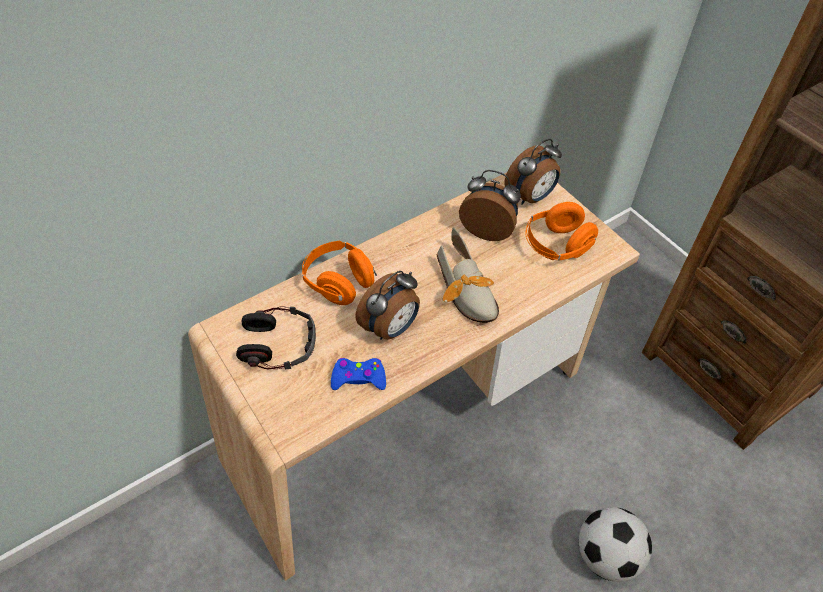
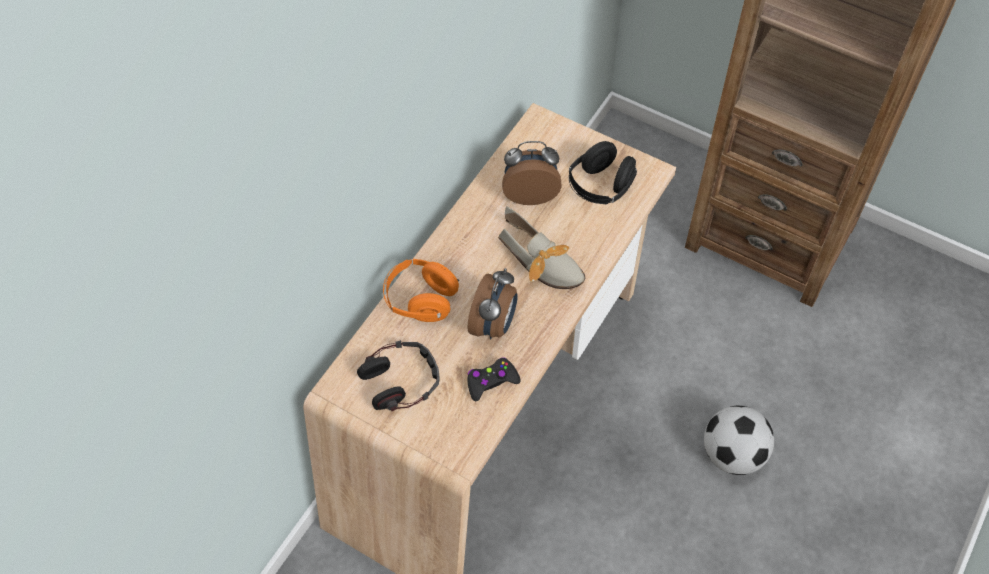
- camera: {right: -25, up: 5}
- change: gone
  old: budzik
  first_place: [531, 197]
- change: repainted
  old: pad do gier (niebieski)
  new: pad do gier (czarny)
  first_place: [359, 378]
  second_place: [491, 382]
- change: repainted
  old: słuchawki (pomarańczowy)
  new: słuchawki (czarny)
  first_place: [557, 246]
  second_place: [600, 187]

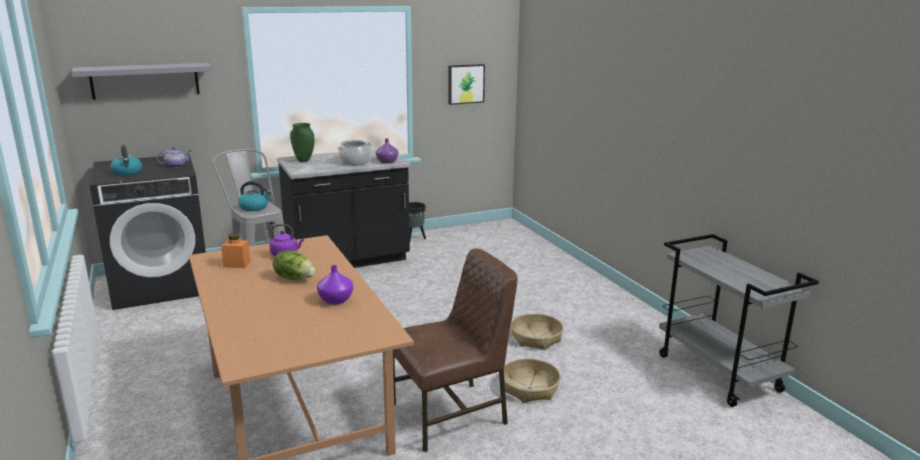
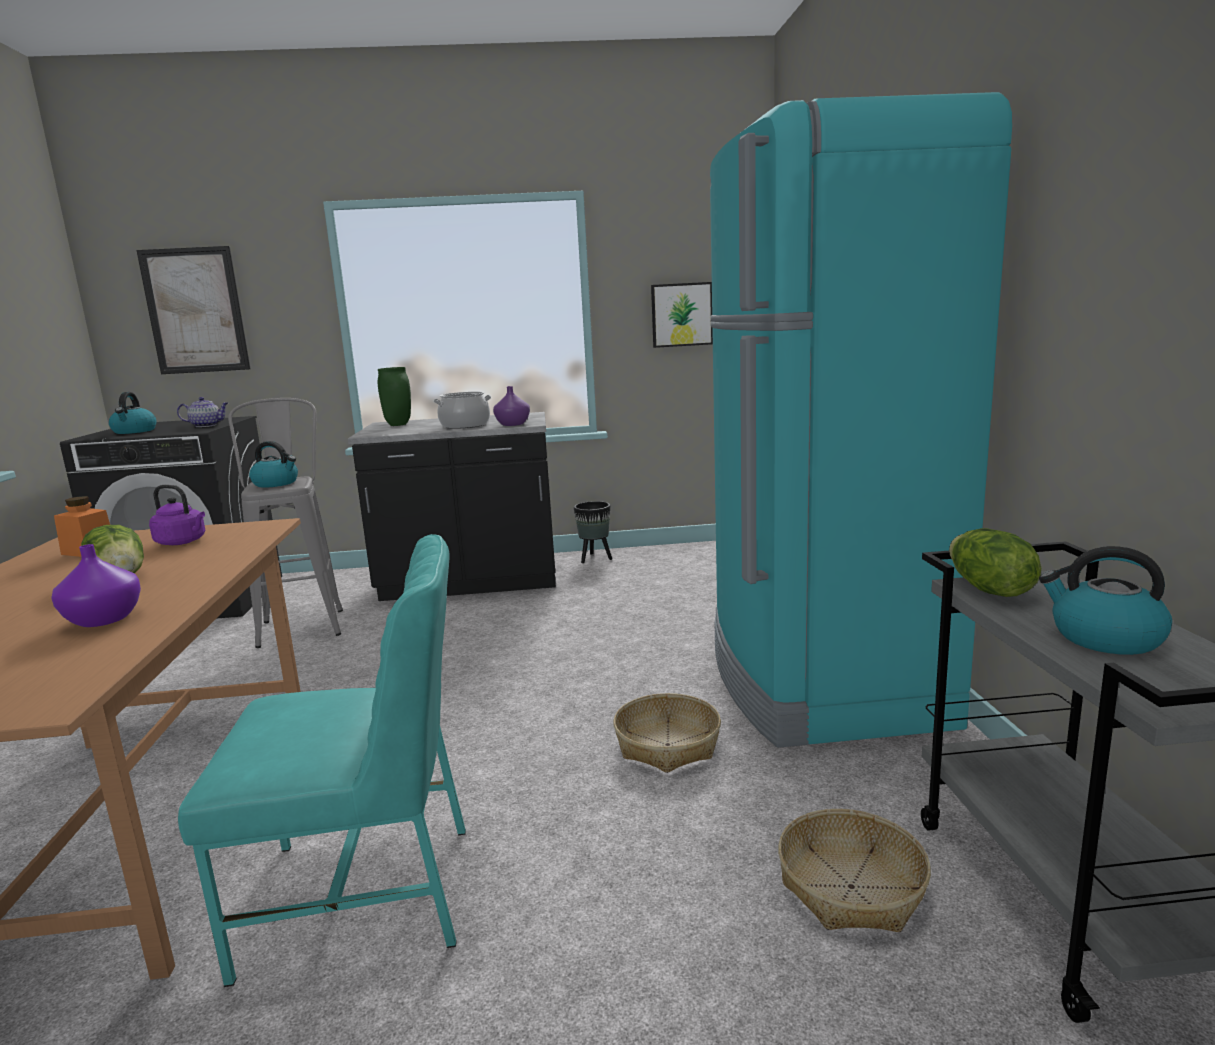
- camera: {right: 20, up: -5}
- change: new
  new: lodówka (turkusowy)
  second_place: [820, 682]
- change: new
  new: sałata
  second_place: [988, 589]
- change: new
  new: czajnik
  second_place: [1104, 638]
- change: shifted
  old: koszyk
  first_place: [530, 388]
  second_place: [852, 887]
- change: swapped
  old: półka (szary)
  new: obraz
  first_place: [145, 80]
  second_place: [195, 311]
- change: repainted
  old: krzesło (brązowy)
  new: krzesło (turkusowy)
  first_place: [451, 414]
  second_place: [365, 895]

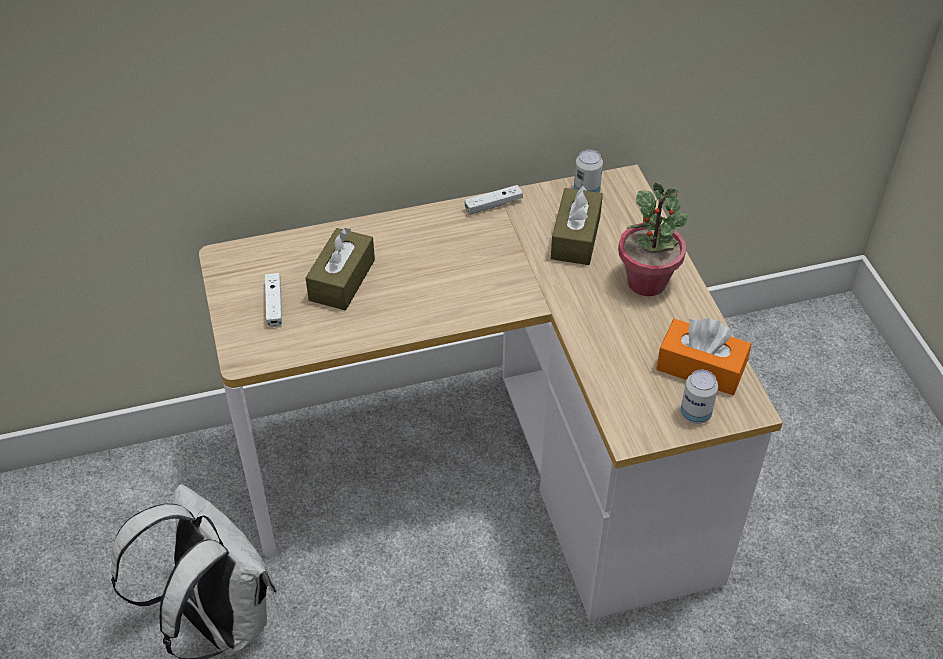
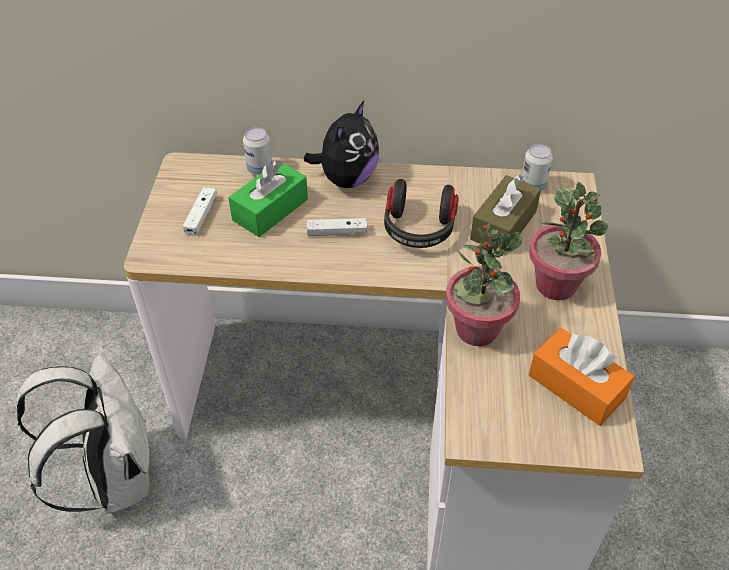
- camera: {right: 20, up: 0}
- change: new
  new: pluszak
  second_place: [346, 179]
- change: new
  new: słuchawki
  second_place: [418, 229]
- change: new
  new: roślina doniczkowa
  second_place: [476, 329]
- change: shifted
  old: pad do gier (biały)
  first_place: [493, 205]
  second_place: [337, 232]
- change: shifted
  old: puszka
  first_place: [695, 414]
  second_place: [259, 169]
- change: repainted
  old: pudełko chusteczek (brązowy)
  new: pudełko chusteczek (zielony)
  first_place: [342, 280]
  second_place: [270, 210]

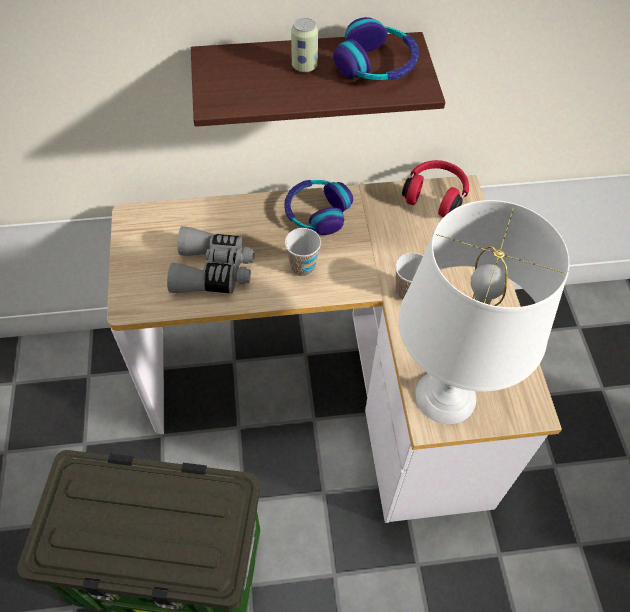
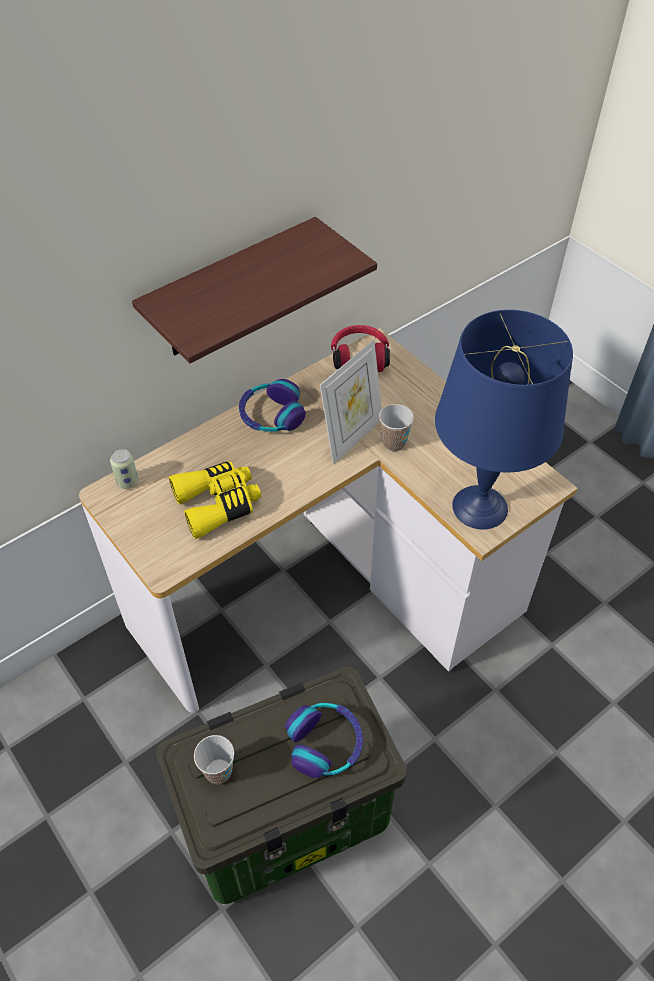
- camera: {right: -30, up: -5}
- change: new
  new: ramka na zdjęcie
  second_place: [352, 437]
- change: shifted
  old: filiżanka
  first_place: [302, 267]
  second_place: [218, 771]
- change: shifted
  old: puszka
  first_place: [304, 66]
  second_place: [127, 482]
- change: shifted
  old: słuchawki
  first_place: [376, 64]
  second_place: [325, 744]
- change: repainted
  old: lornetka (szary)
  new: lornetka (żółty)
  first_place: [214, 271]
  second_place: [218, 503]
- change: repainted
  old: lampa stołowa (biały)
  new: lampa stołowa (niebieski)
  first_place: [444, 395]
  second_place: [479, 507]

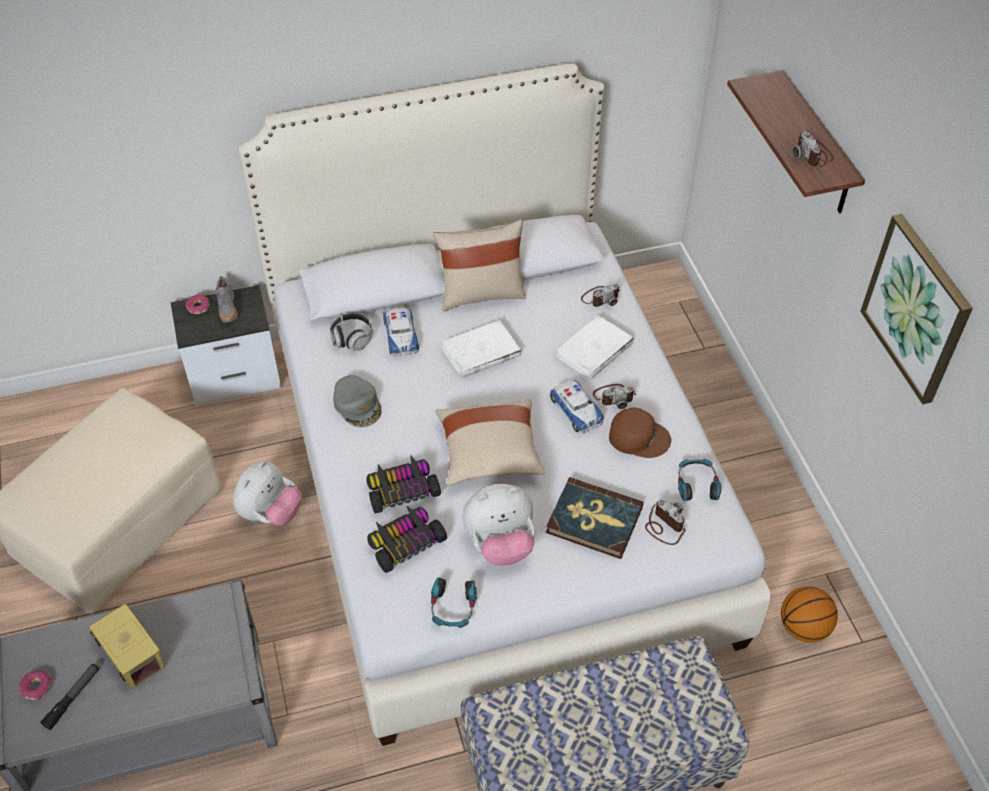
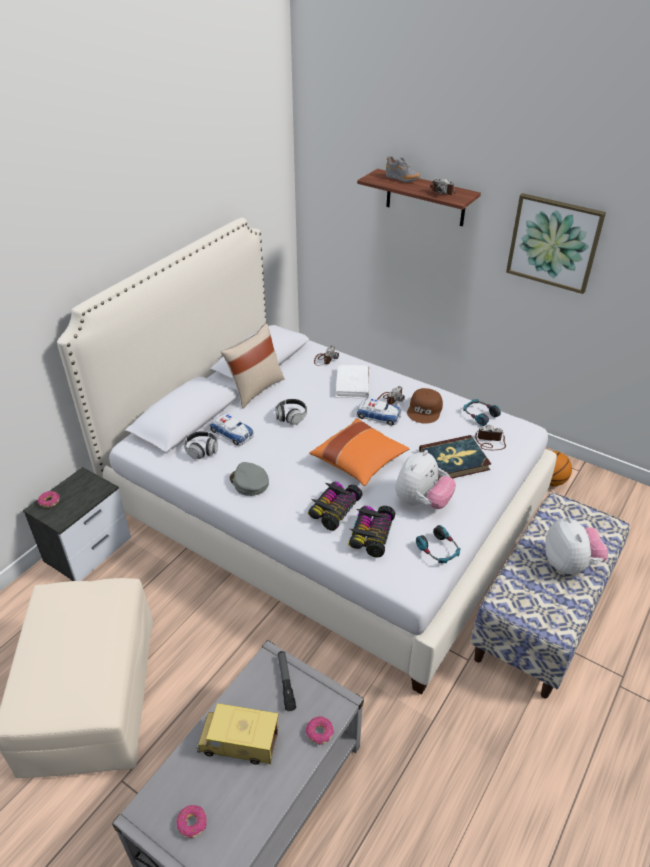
- camera: {right: -40, up: -10}
- change: new
  new: donut
  second_place: [319, 733]
- change: shifted
  old: latarka
  first_place: [72, 698]
  second_place: [286, 682]
- change: shifted
  old: but (szary)
  first_place: [228, 310]
  second_place: [402, 179]
- change: shifted
  old: pluszak
  first_place: [270, 513]
  second_place: [569, 564]
- change: swapped
  old: książka (biały)
  new: słuchawki
  first_place: [480, 352]
  second_place: [291, 417]
- change: repainted
  old: poduszka (beżowy)
  new: poduszka (pomarańczowy)
  first_place: [489, 453]
  second_place: [359, 462]
- change: rotated
  old: czapka z daszkiem (szary)
  first_place: [358, 405]
  second_place: [249, 482]
  degrees: -150
- change: rotated
  old: czapka z daszkiem (brązowy)
  first_place: [638, 437]
  second_place: [425, 410]
  degrees: 135

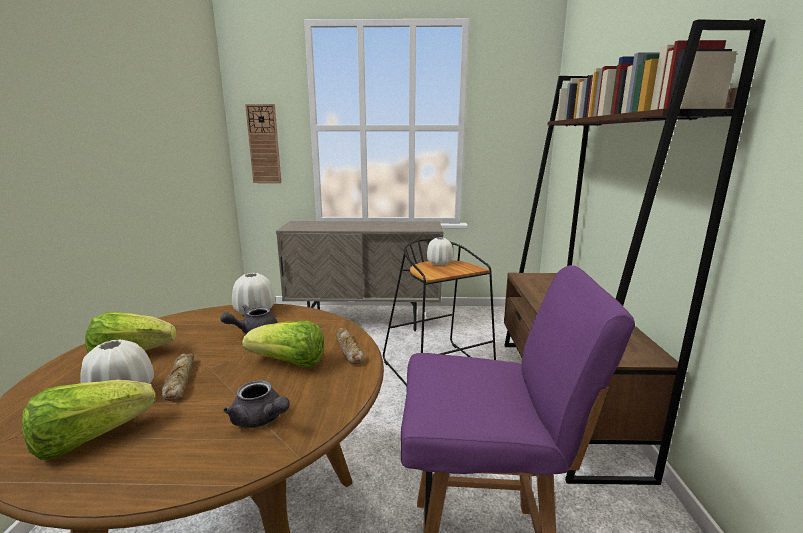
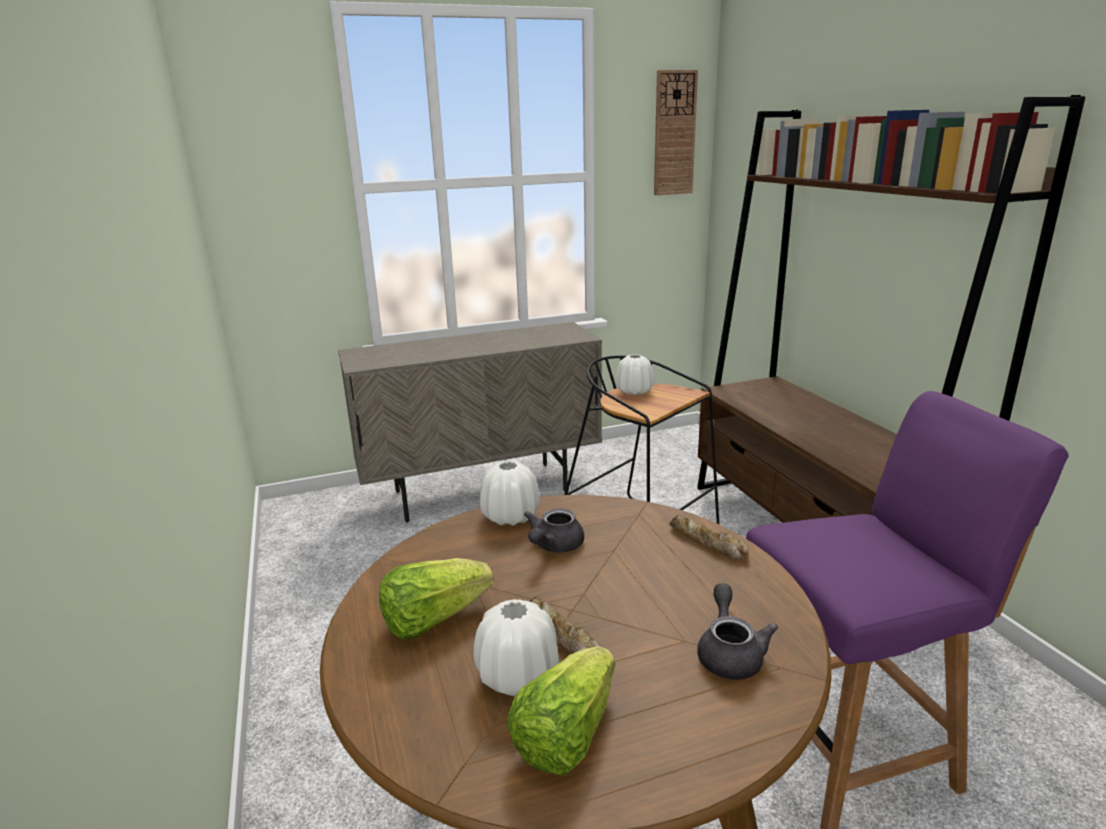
- camera: {right: -20, up: 5}
- change: gone
  old: sałata
  first_place: [289, 363]
- change: shifted
  old: zegar ścienny
  first_place: [264, 144]
  second_place: [674, 134]
- change: rotated
  old: imbryk (szary)
  first_place: [261, 420]
  second_place: [729, 653]
  degrees: -105

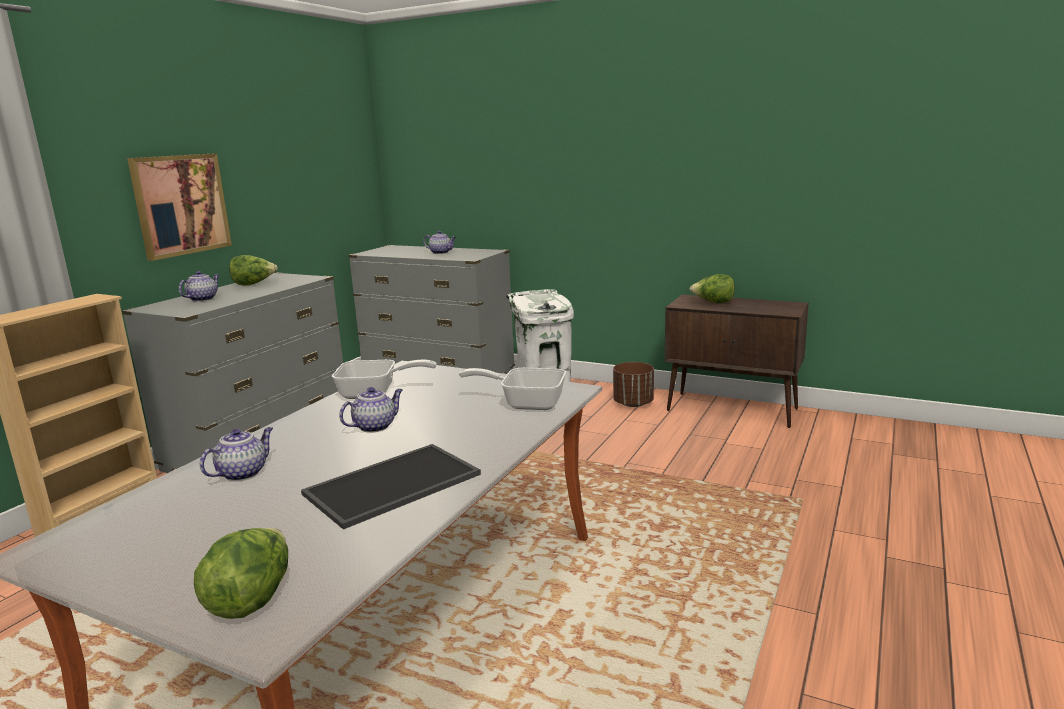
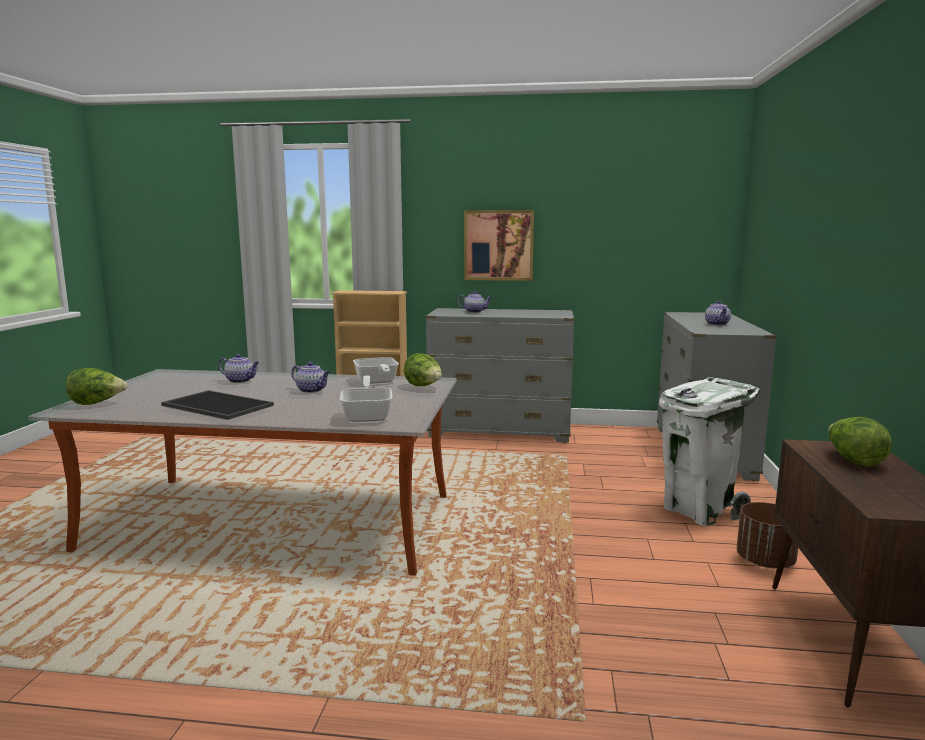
- camera: {right: 70, up: -5}
- change: shifted
  old: sałata
  first_place: [253, 284]
  second_place: [424, 387]

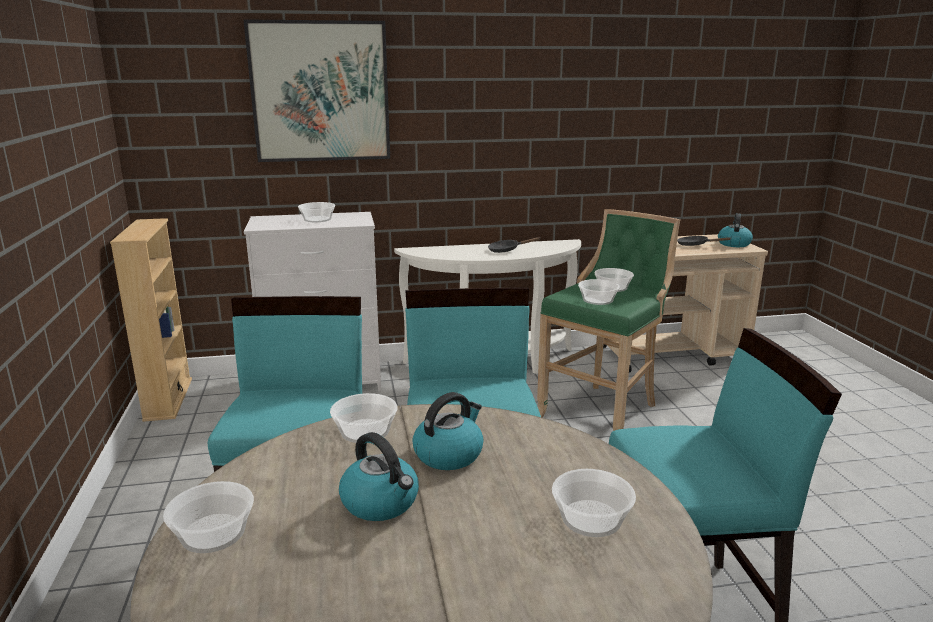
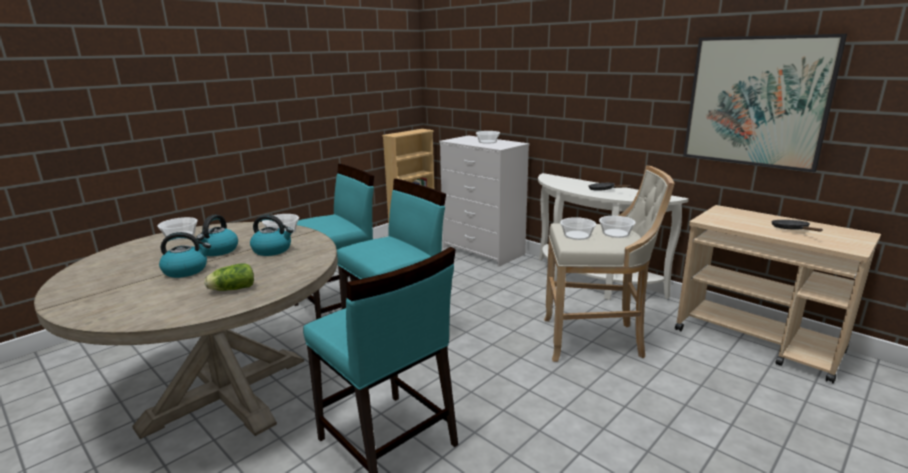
- camera: {right: 55, up: 0}
- change: shifted
  old: obraz
  first_place: [320, 92]
  second_place: [756, 101]
- change: shifted
  old: czajnik
  first_place: [733, 244]
  second_place: [186, 270]
- change: swapped
  old: miska
  new: sałata
  first_place: [592, 517]
  second_place: [231, 289]
- change: repainted
  old: stołek (zielony)
  new: stołek (beżowy)
  first_place: [603, 412]
  second_place: [595, 340]

